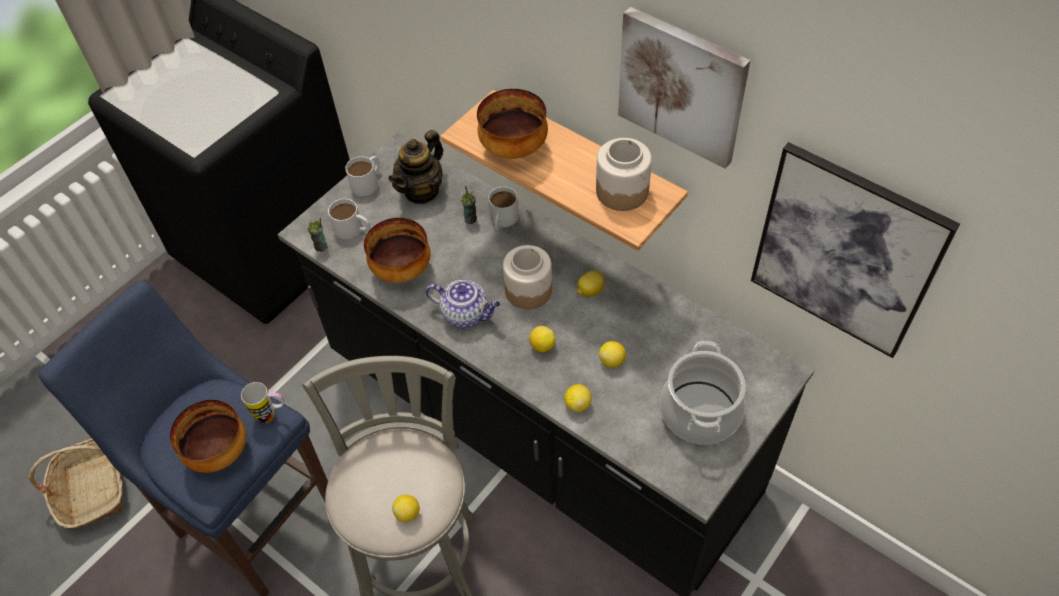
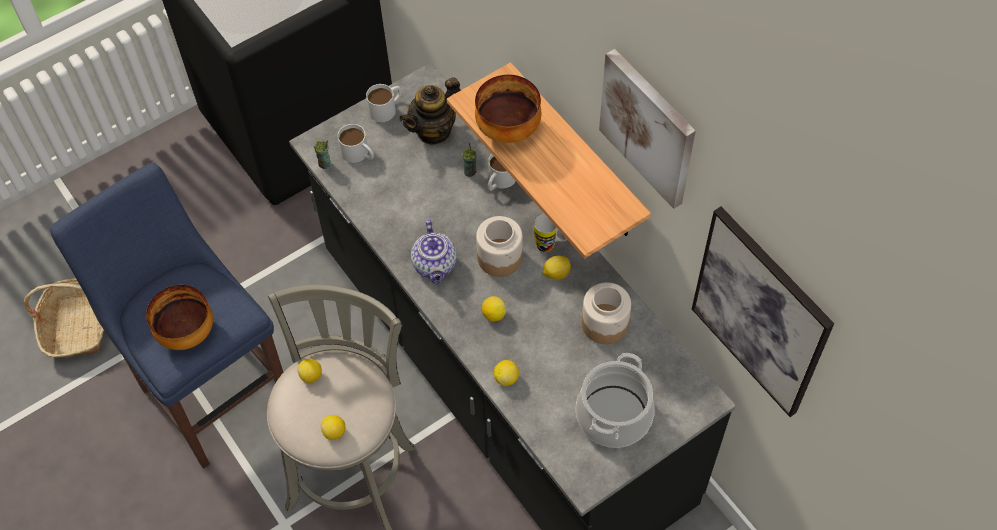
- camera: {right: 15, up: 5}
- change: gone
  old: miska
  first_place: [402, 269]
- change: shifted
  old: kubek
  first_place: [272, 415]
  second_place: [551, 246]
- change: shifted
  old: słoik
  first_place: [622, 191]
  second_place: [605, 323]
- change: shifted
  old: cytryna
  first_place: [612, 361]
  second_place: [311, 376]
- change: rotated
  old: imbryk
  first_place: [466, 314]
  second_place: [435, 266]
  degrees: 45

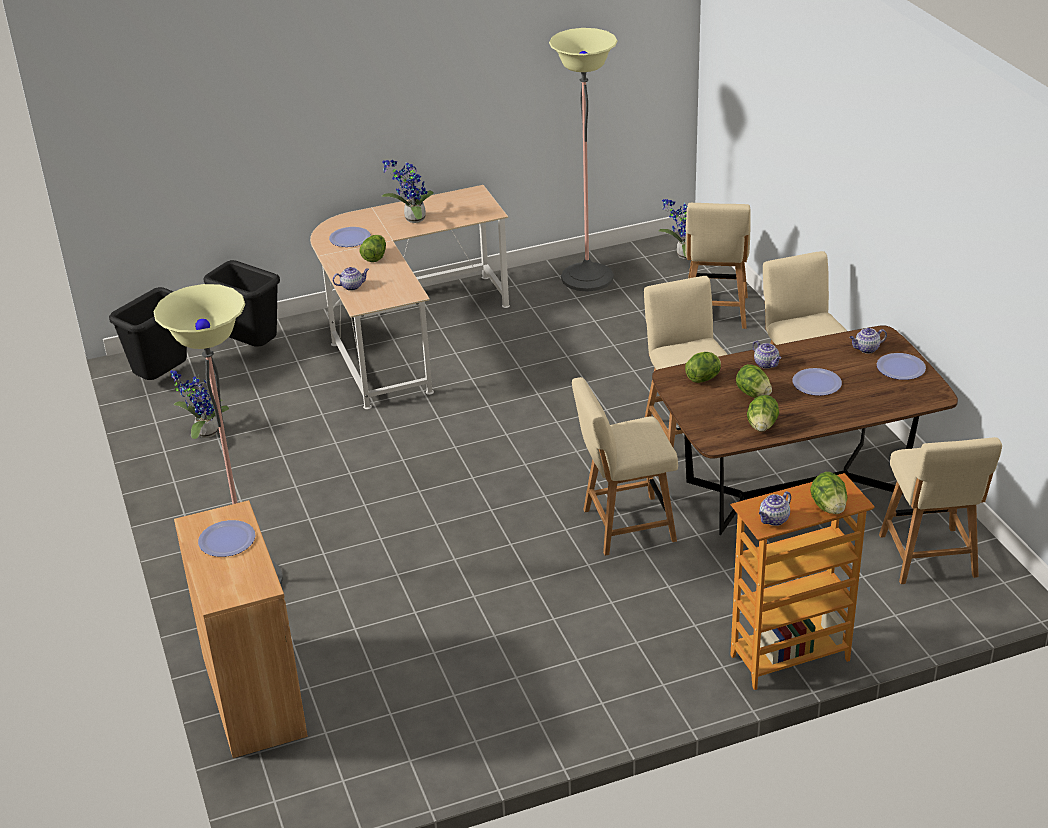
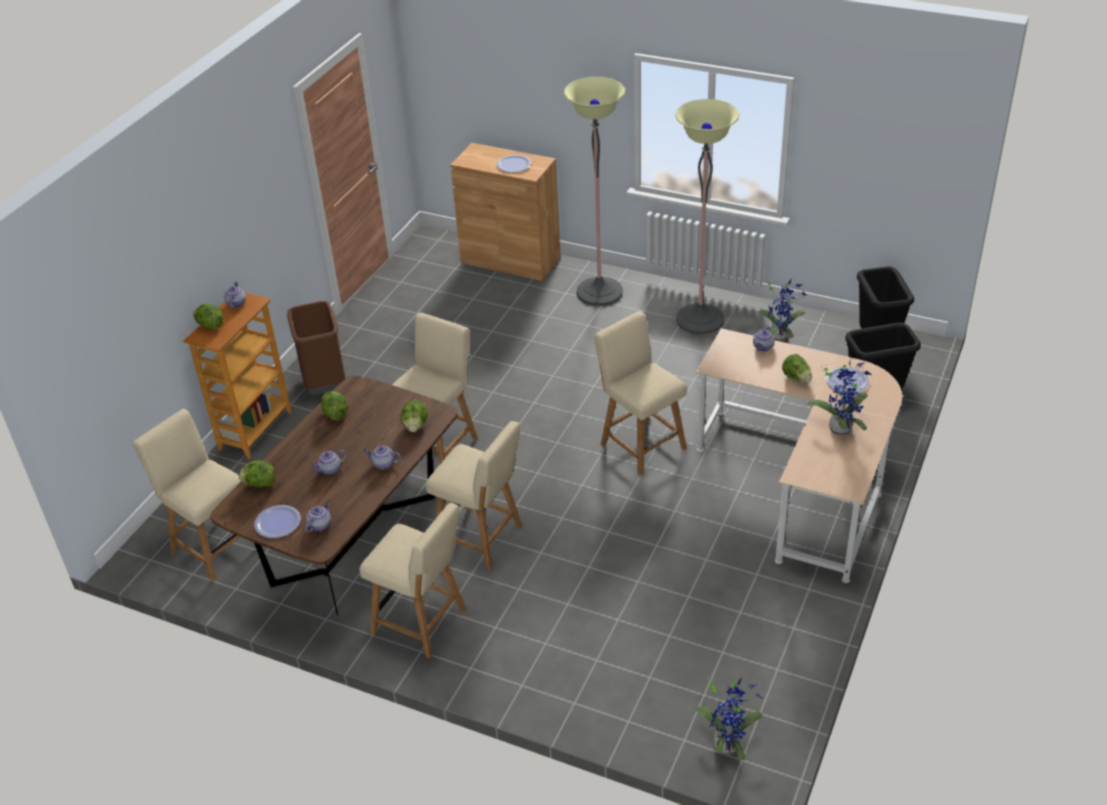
- camera: {right: 135, up: 5}
- change: new
  new: kosz na śmieci (brązowy)
  second_place: [324, 384]
- change: shifted
  old: lampa stojąca
  first_place: [587, 278]
  second_place: [700, 319]
- change: shifted
  old: krzesło (beżowy)
  first_place: [715, 313]
  second_place: [640, 444]
- change: shifted
  old: sałata
  first_place: [753, 394]
  second_place: [260, 484]
- change: swapped
  old: talerz
  new: imbryk
  first_place: [817, 383]
  second_place: [330, 470]

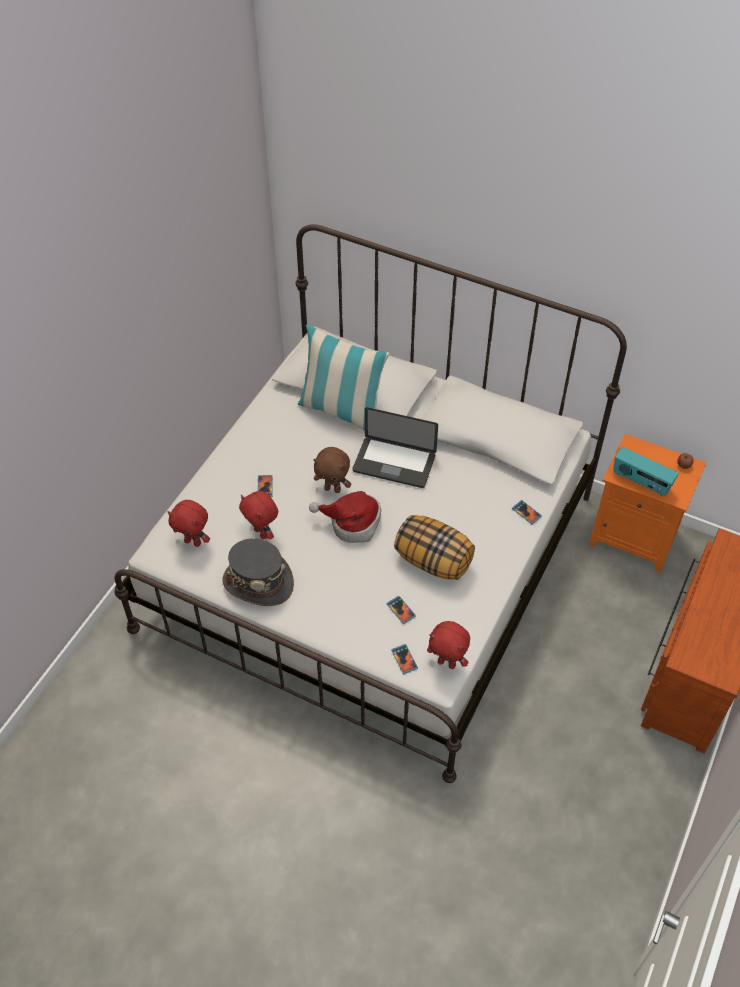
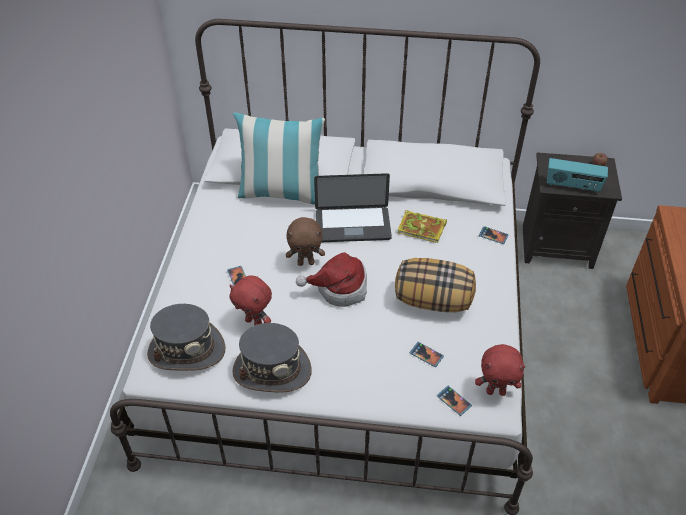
- camera: {right: -20, up: -5}
- change: new
  new: książka
  second_place: [423, 228]
- change: swapped
  old: pluszak (czerwony)
  new: kapelusz (szary)
  first_place: [193, 542]
  second_place: [187, 350]
- change: repainted
  old: szafka nocna (pomarańczowy)
  new: szafka nocna (czarny)
  first_place: [635, 536]
  second_place: [558, 246]

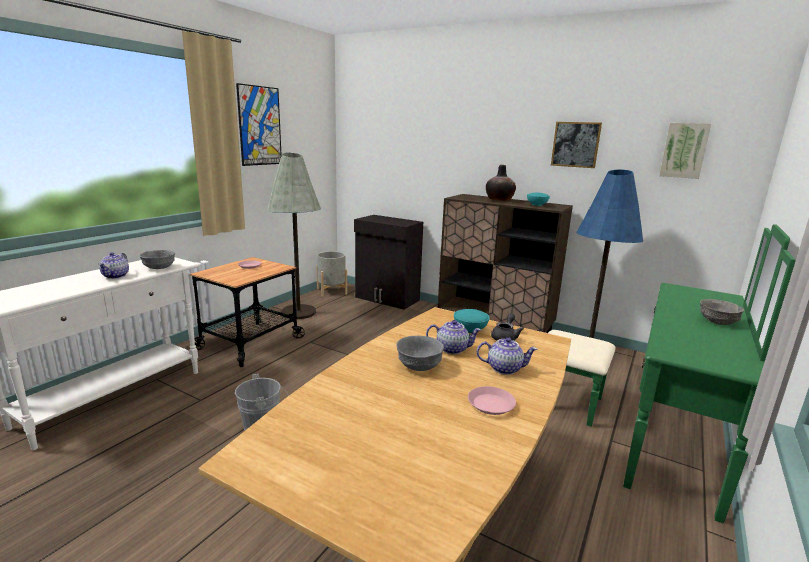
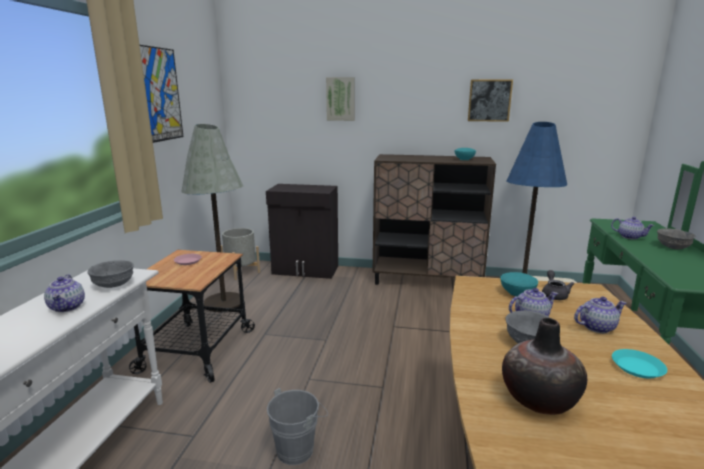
- camera: {right: -20, up: 0}
- change: new
  new: imbryk
  second_place: [630, 237]
- change: shifted
  old: wazon
  first_place: [499, 200]
  second_place: [539, 399]
- change: shifted
  old: obraz
  first_place: [684, 150]
  second_place: [340, 99]
- change: repainted
  old: talerz (różowy)
  new: talerz (turkusowy)
  first_place: [491, 404]
  second_place: [637, 367]

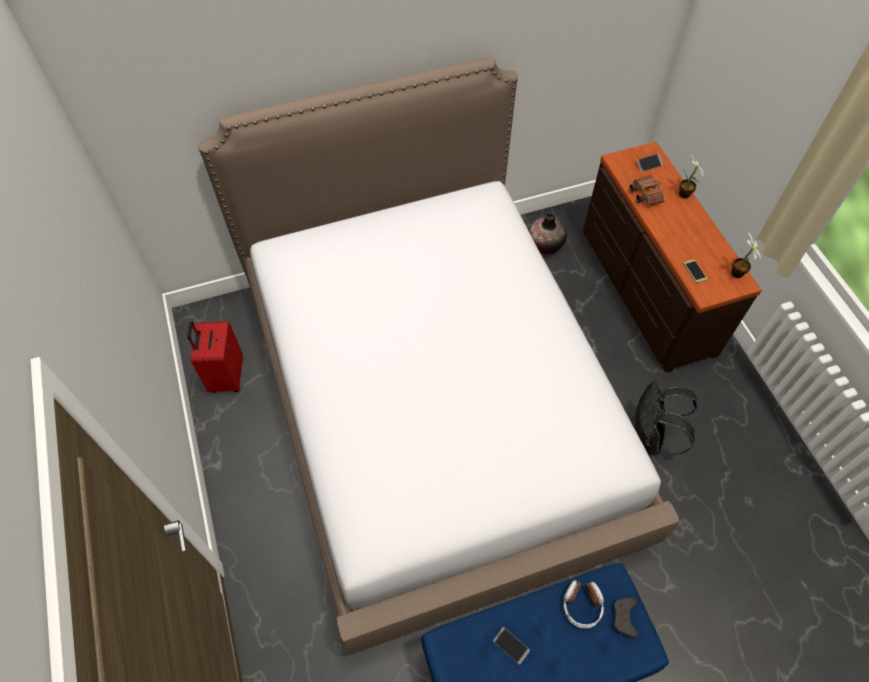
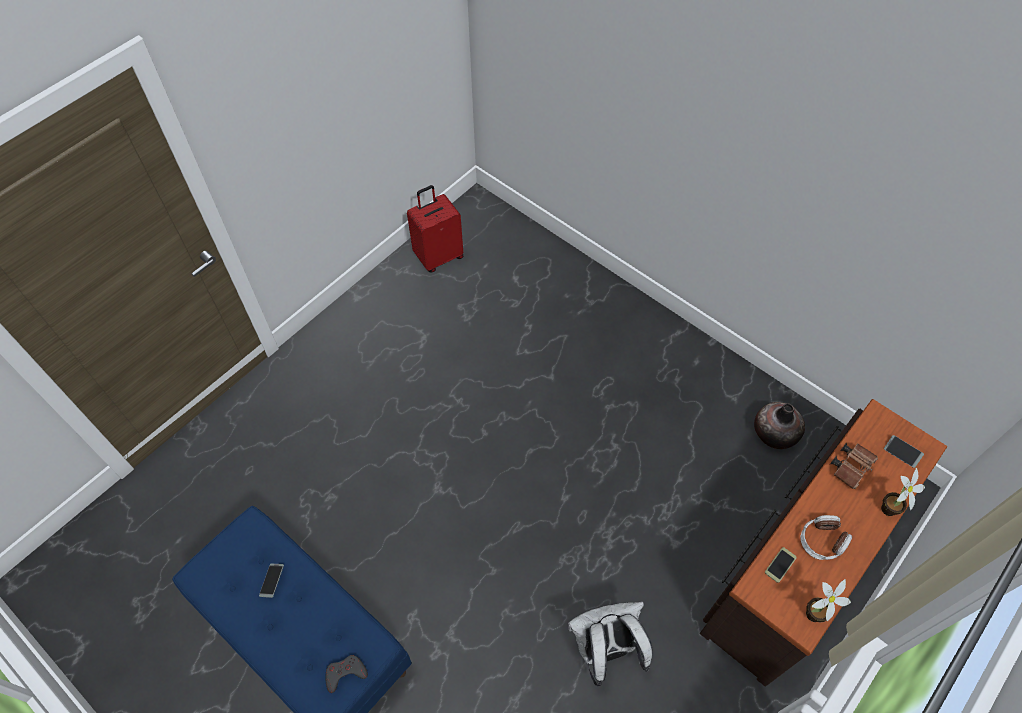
- camera: {right: 60, up: 0}
- change: gone
  old: łóżko
  first_place: [434, 406]
- change: shifted
  old: słuchawki
  first_place: [582, 606]
  second_place: [822, 541]
- change: repainted
  old: plecak (czarny)
  new: plecak (biały)
  first_place: [649, 438]
  second_place: [605, 649]

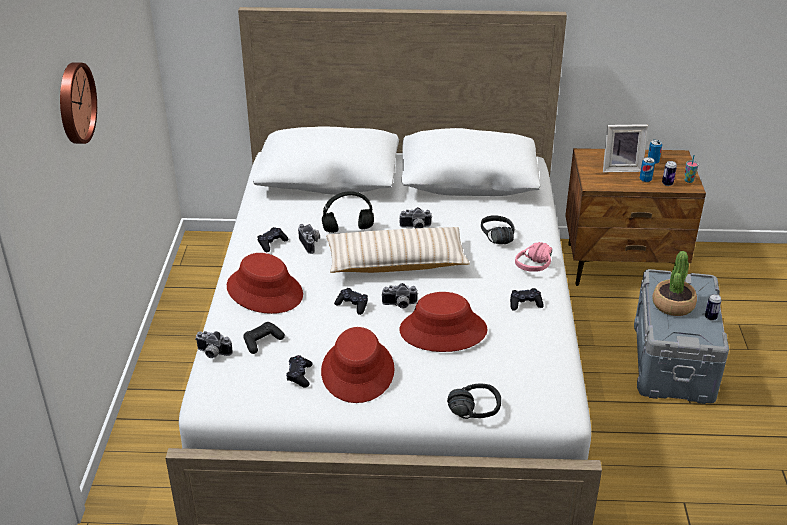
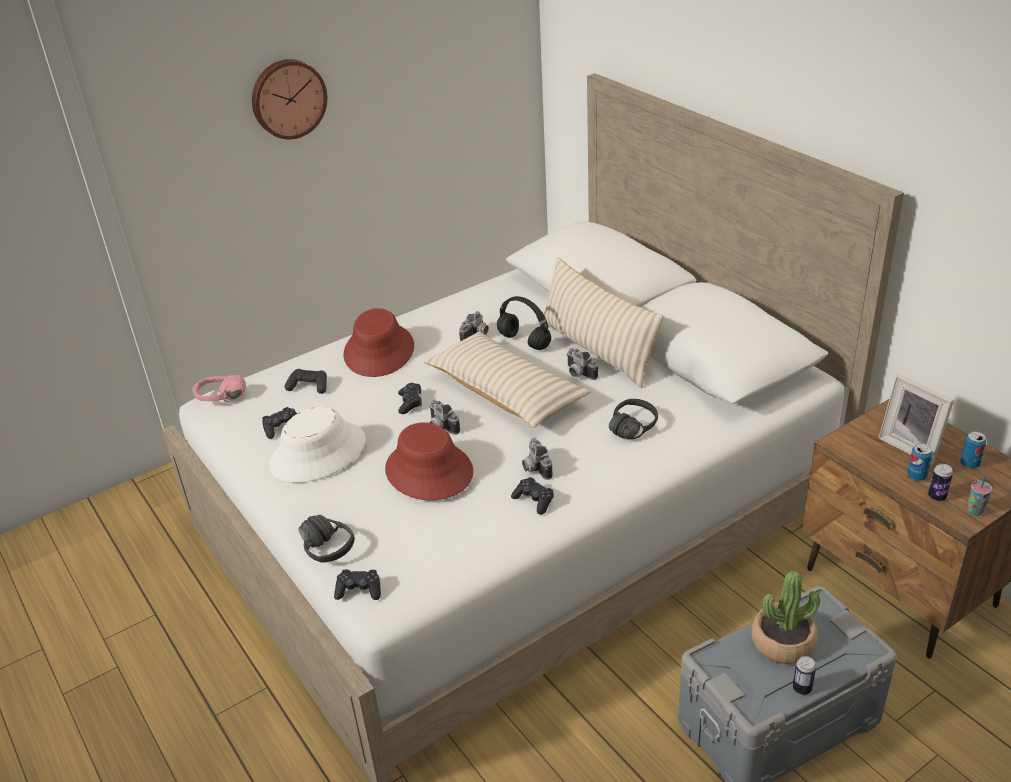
- camera: {right: 55, up: 0}
- change: new
  new: poduszka (beżowy)
  second_place: [597, 350]
- change: shifted
  old: aparat fotograficzny
  first_place: [212, 354]
  second_place: [534, 468]
- change: shifted
  old: pad do gier (czarny)
  first_place: [272, 243]
  second_place: [359, 590]
- change: shifted
  old: słuchawki (różowy)
  first_place: [540, 267]
  second_place: [220, 402]
- change: repainted
  old: kapelusz (czerwony)
  new: kapelusz (biały)
  first_place: [358, 371]
  second_place: [318, 454]

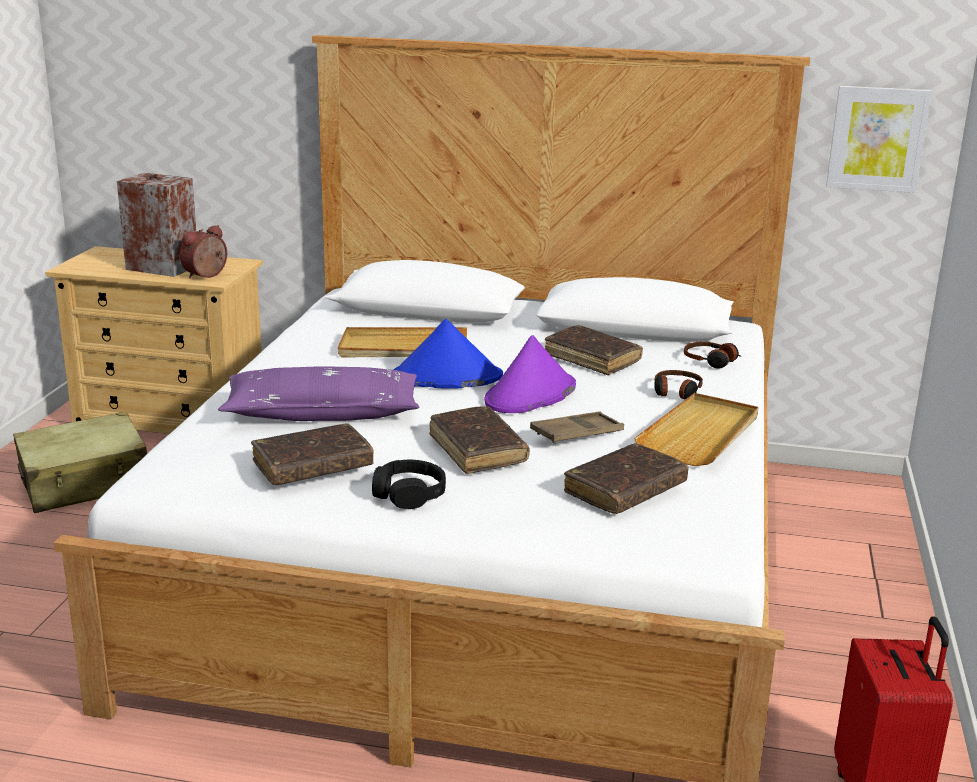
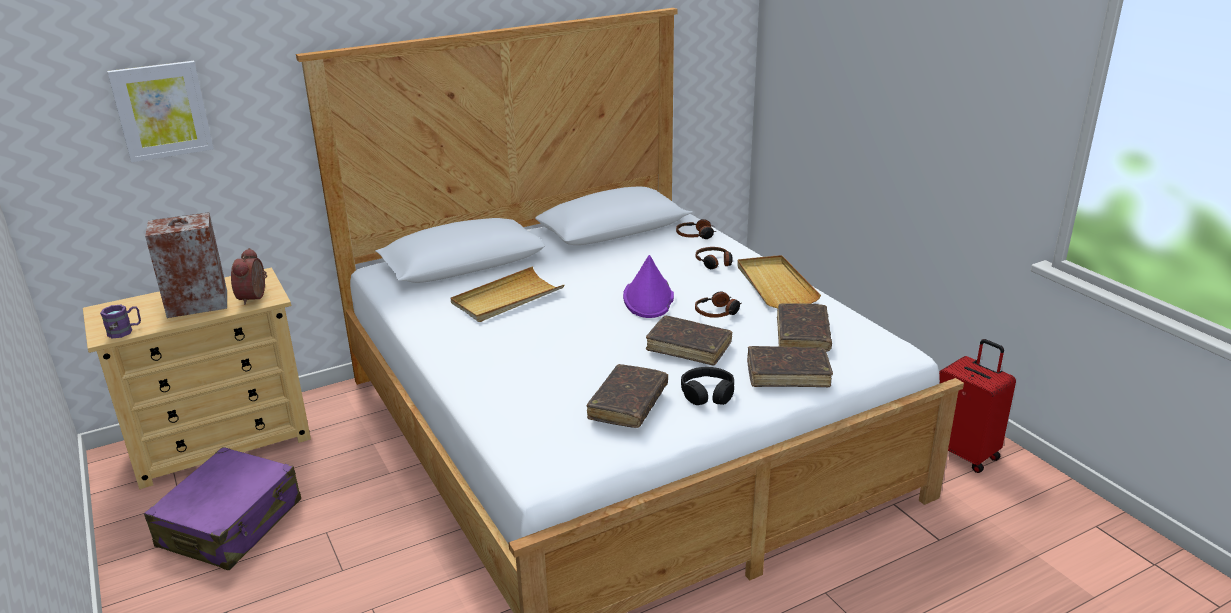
- camera: {right: -40, up: 5}
- change: gone
  old: poduszka (fioletowy)
  first_place: [322, 412]
- change: gone
  old: kapelusz (niebieski)
  first_place: [446, 377]
- change: new
  new: kubek (fioletowy)
  second_place: [125, 331]
- change: shifted
  old: książka (brązowy)
  first_place: [592, 359]
  second_place: [788, 374]
- change: shifted
  old: obraz
  first_place: [877, 138]
  second_place: [162, 110]
- change: swapped
  old: taca (brązowy)
  new: słuchawki
  first_place: [576, 433]
  second_place: [717, 312]
- change: repainted
  old: walizka (beżowy)
  new: walizka (fioletowy)
  first_place: [85, 482]
  second_place: [231, 524]

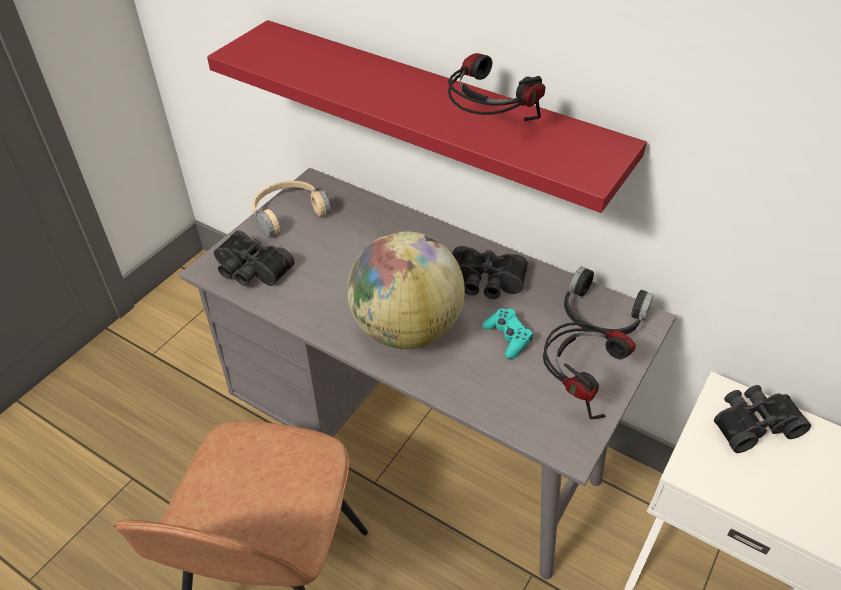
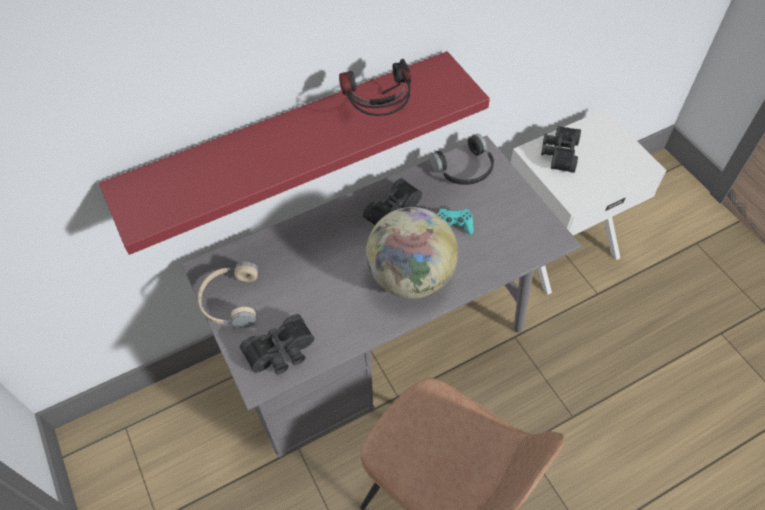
- camera: {right: -60, up: 10}
- change: gone
  old: słuchawki
  first_place: [578, 386]

